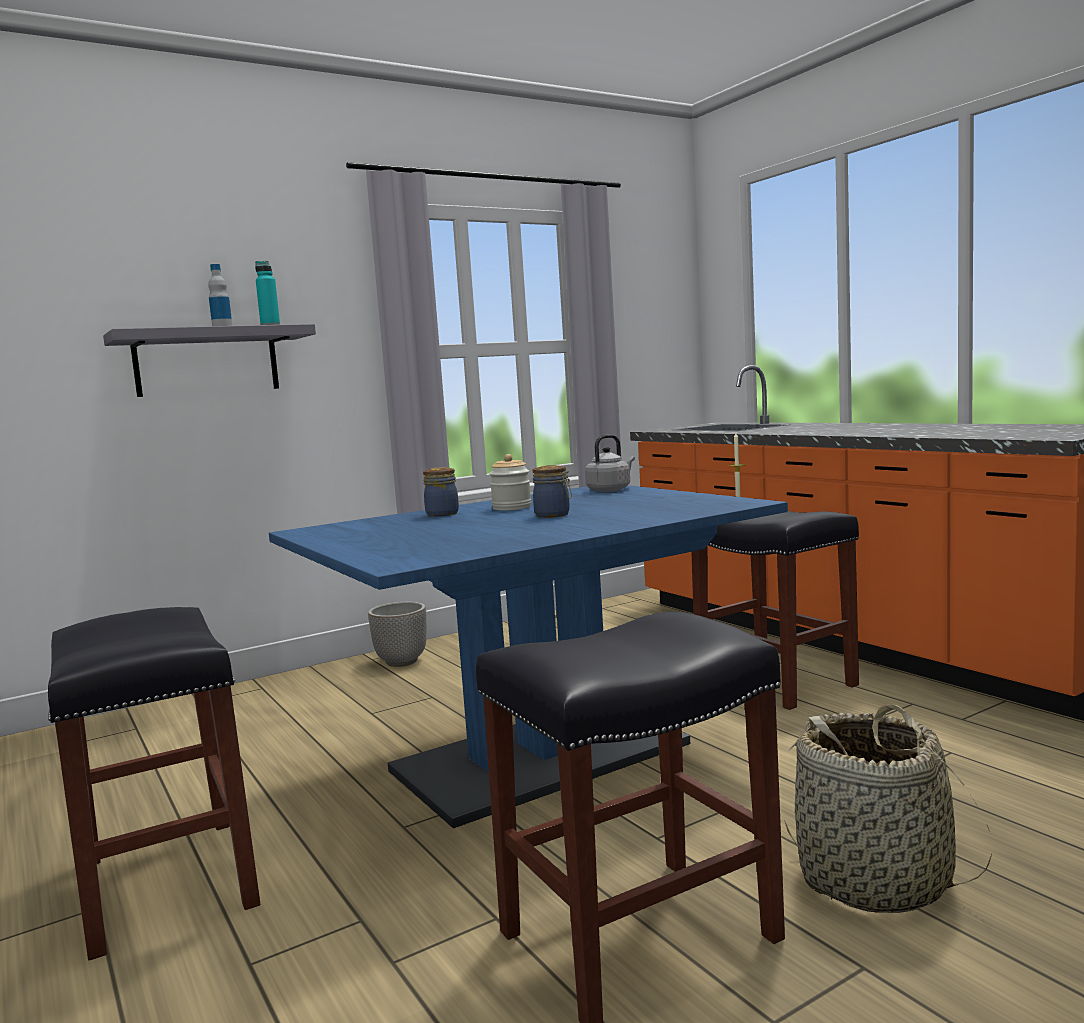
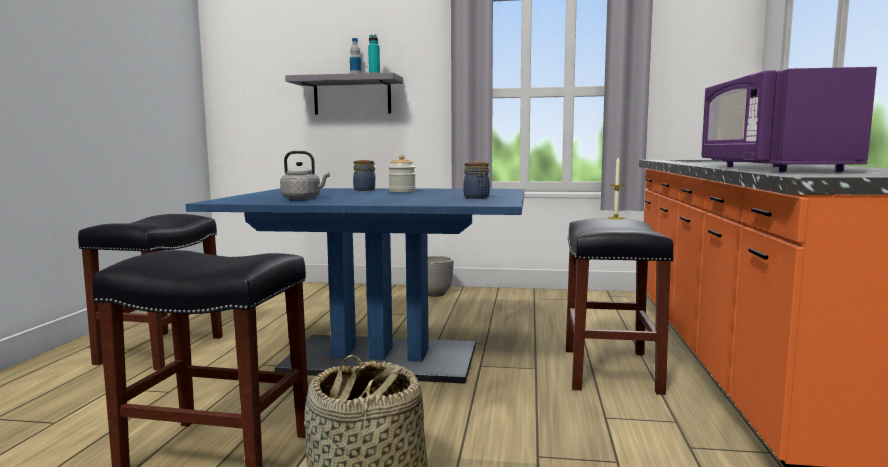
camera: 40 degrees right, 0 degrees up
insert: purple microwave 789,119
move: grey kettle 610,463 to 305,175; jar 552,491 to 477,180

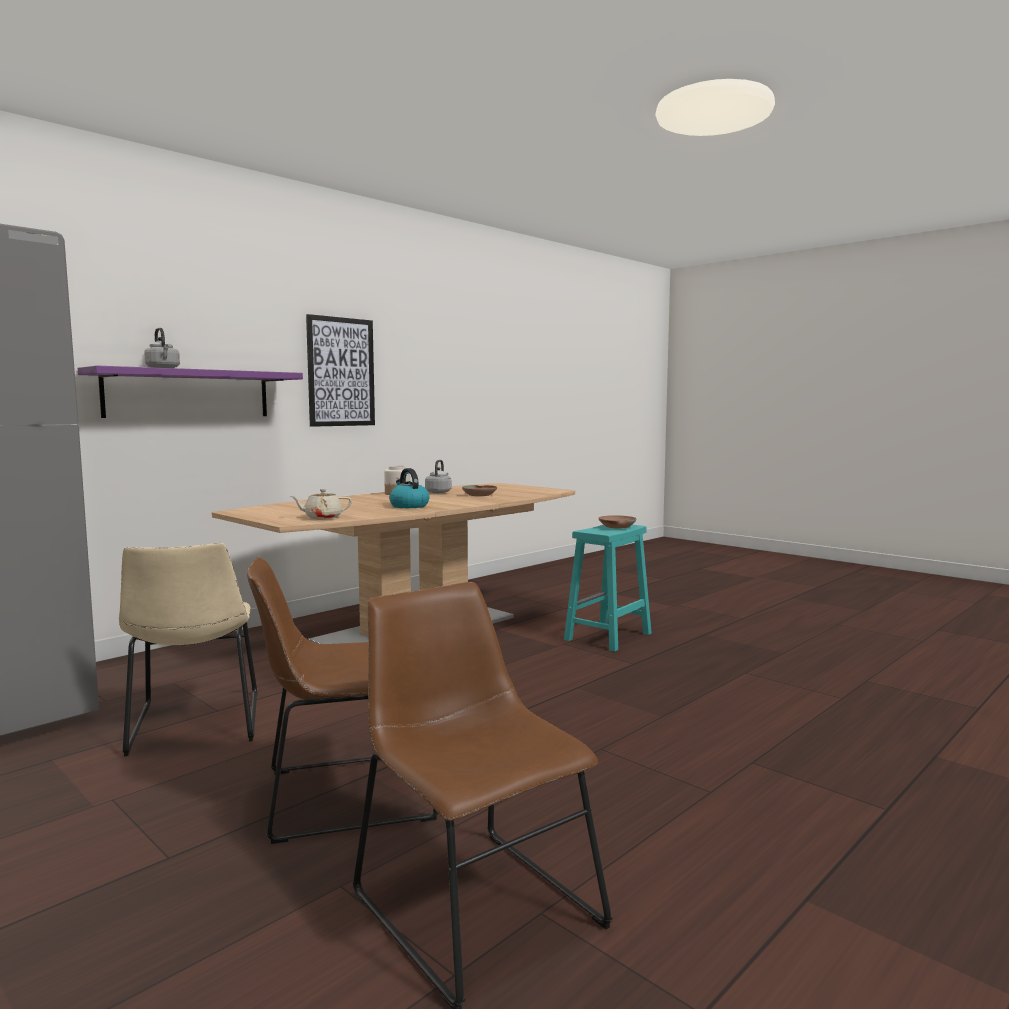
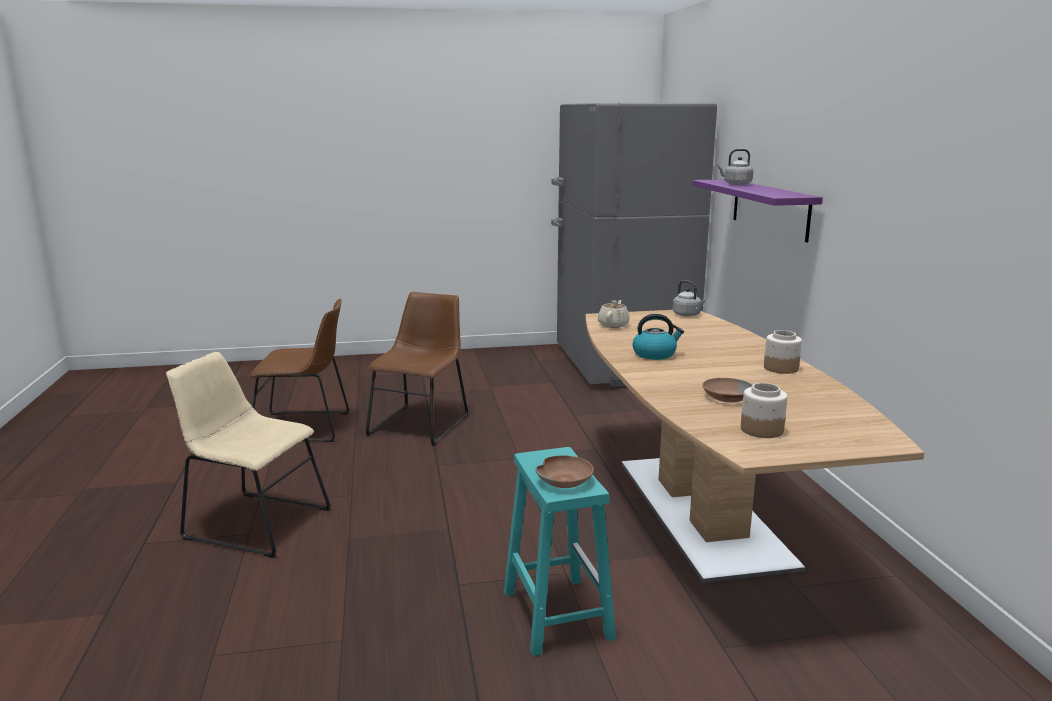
camera: 125 degrees right, 10 degrees up
delete: picture 340,370
insert: jar 764,410
move: grey kettle 438,476 to 689,298; beige chair 188,649 to 248,455

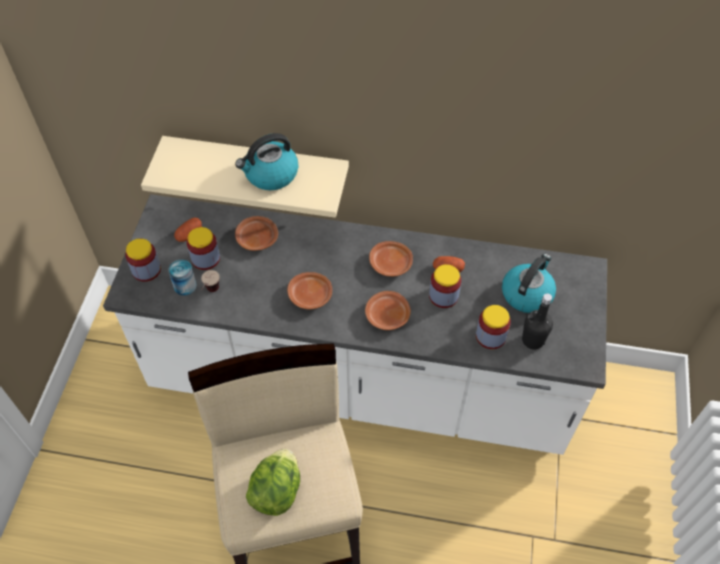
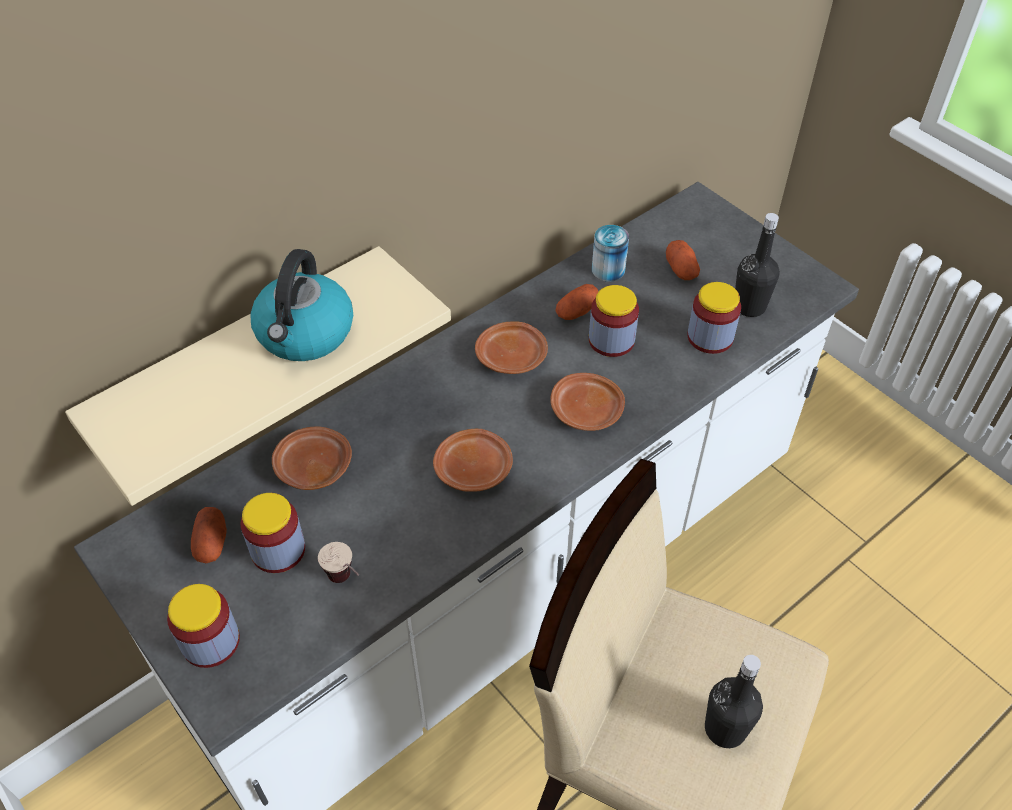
camera: 50 degrees left, 5 degrees down
move: can 182,278 to 610,253
replace: kettle 529,283 to potato 683,260; lettuce 273,482 to black bottle 734,701

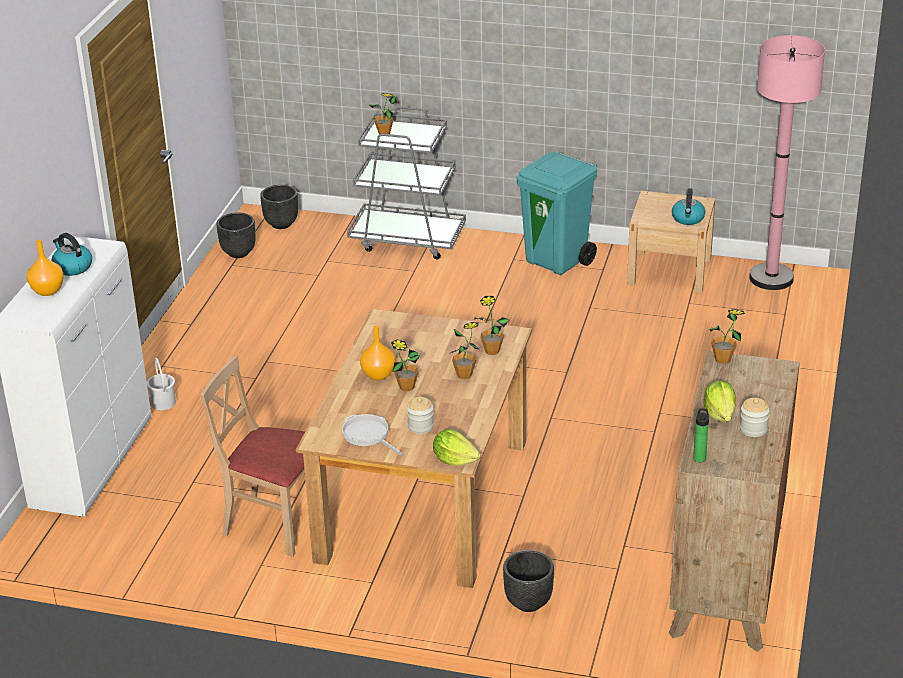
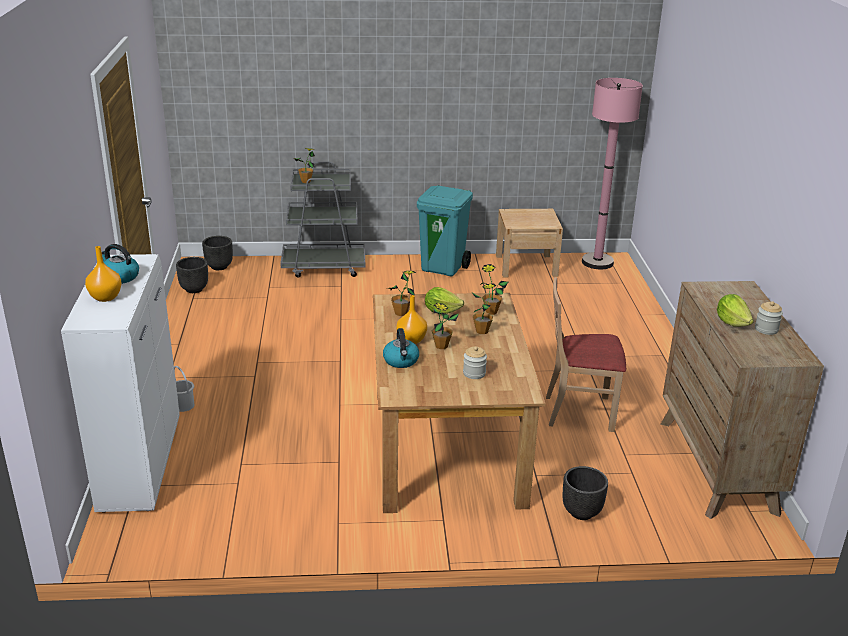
camera: 20 degrees left, 5 degrees down
delete: bottle 701,435; frying pan 372,434
move: kettle 689,206 to 401,348; potted plant 727,336 to 401,293; beige chair 252,456 to 586,354; lettuce 457,447 to 444,300

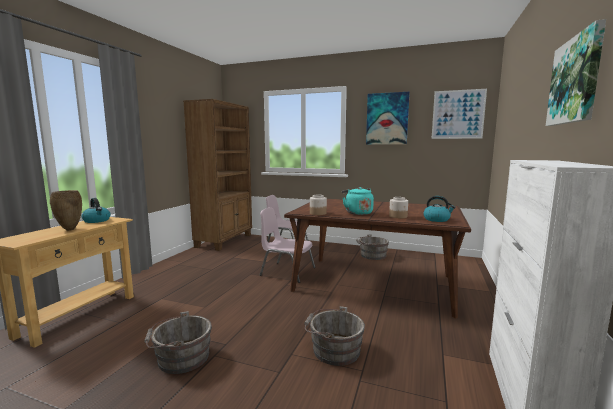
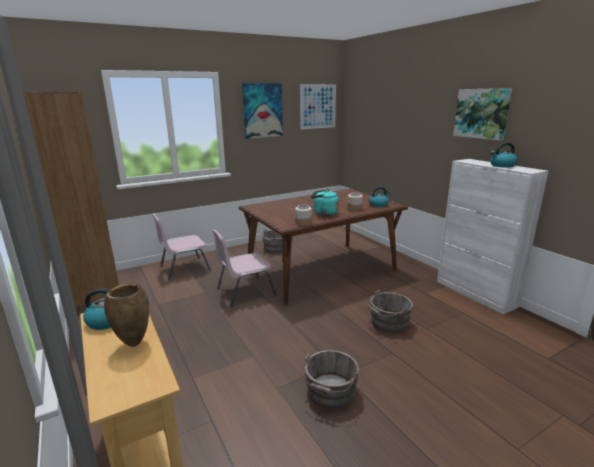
camera: 50 degrees left, 10 degrees up
insert: kettle 503,155

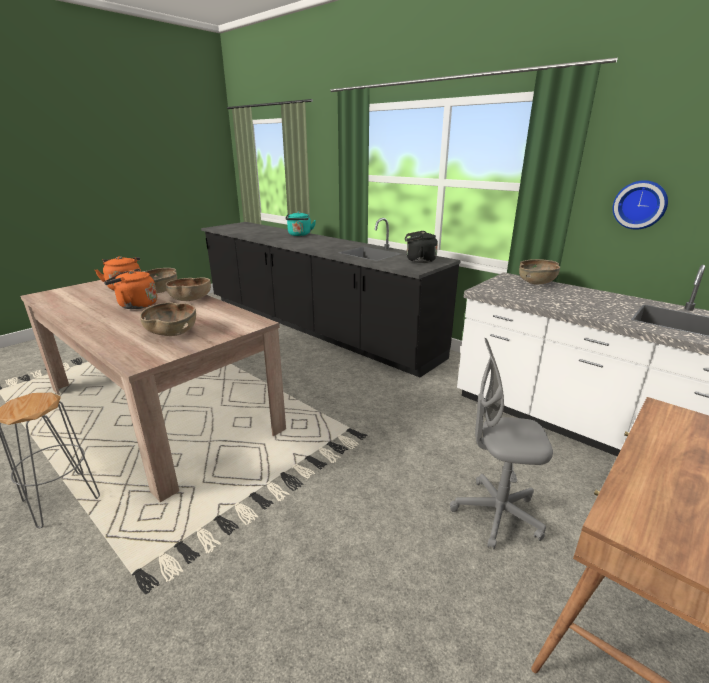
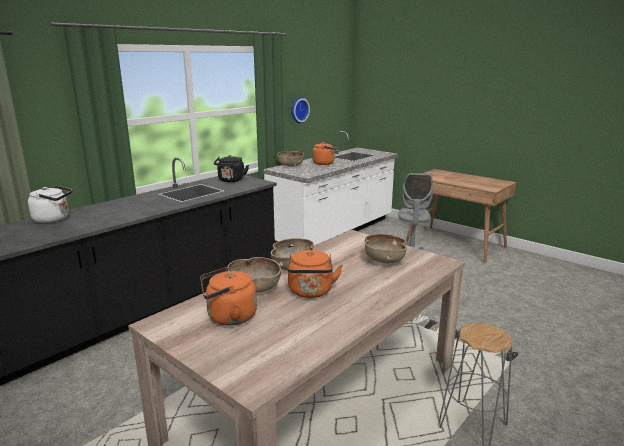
camera: 90 degrees left, 5 degrees down
insert: orange kettle 324,153
recolor: turquoise kettle 300,223 to white kettle 50,204

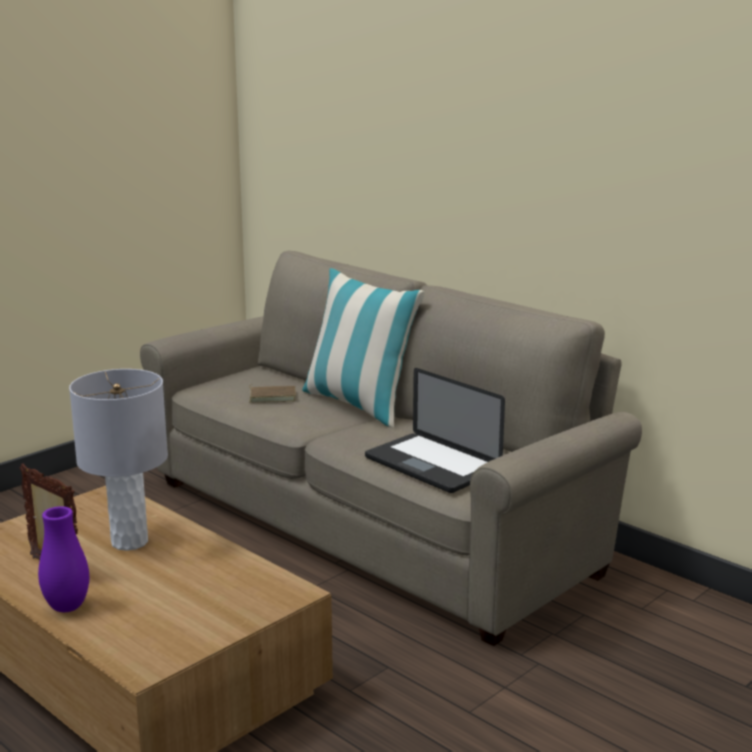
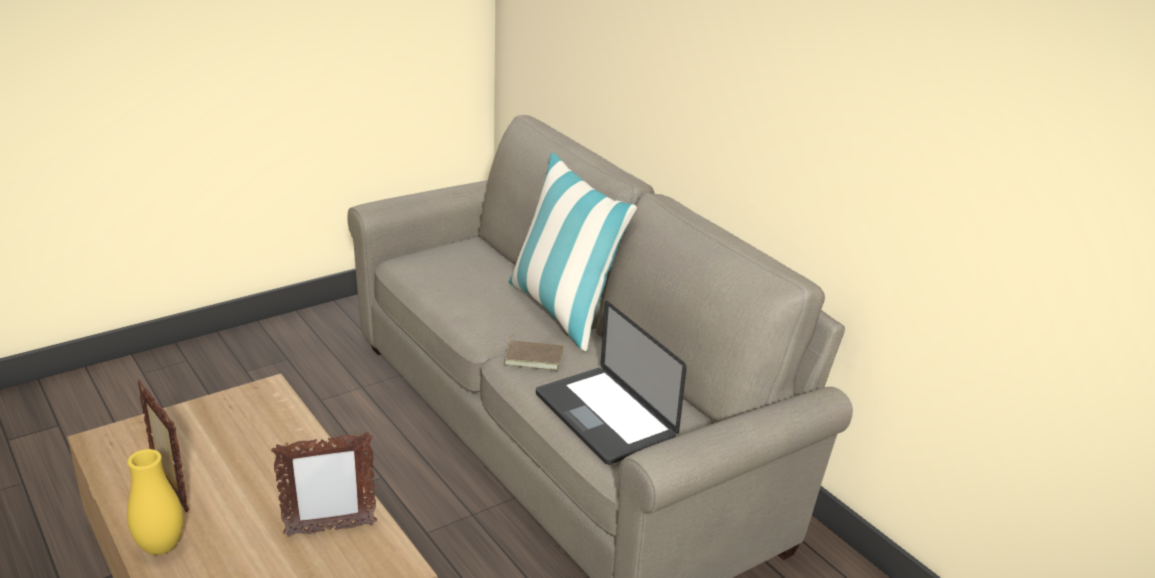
camera: 10 degrees right, 10 degrees up
delete: grey table lamp 118,460
insert: picture frame 324,484
move: brown book 272,393 to 533,352
recolor: purple vase 63,559 to yellow vase 155,502

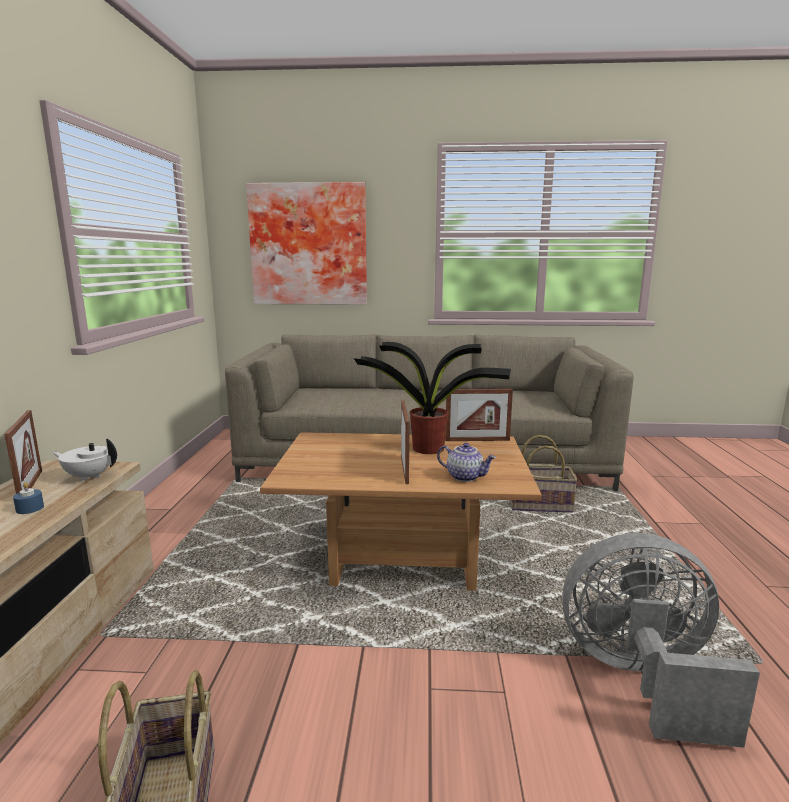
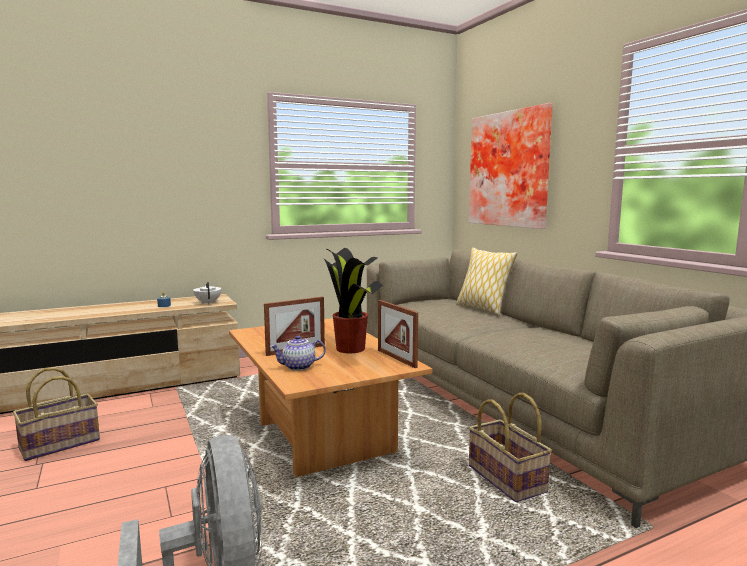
camera: 60 degrees right, 5 degrees down
delete: picture frame 23,452
insert: pillow 486,282
rotate: teapot 466,462 = 298,353 75 degrees clockwise

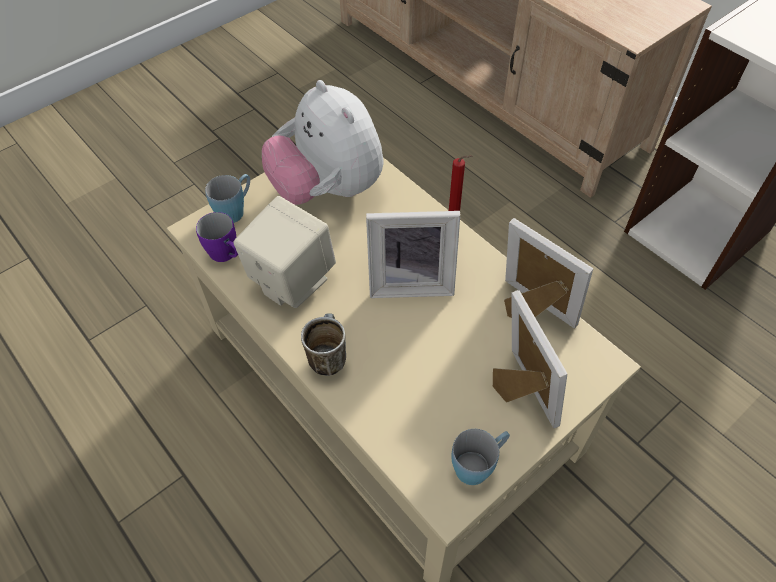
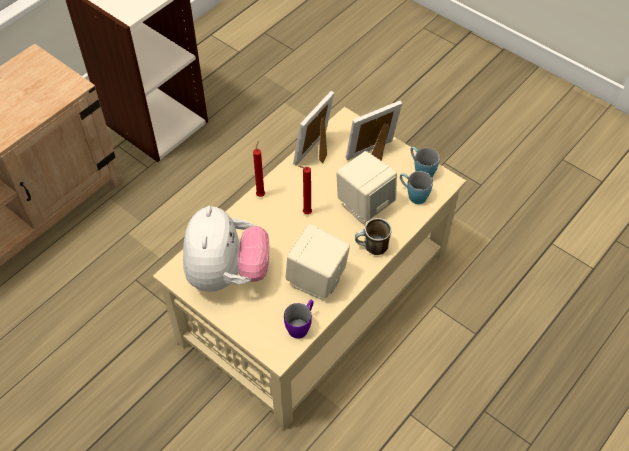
camera: 100 degrees left, 0 degrees up
insert: beige speaker 366,187
move: blue mug 227,198 to 416,187
replace: picture frame 413,254 to red candle 305,190
rotate: plush toy 322,142 = 226,249 45 degrees counterclockwise

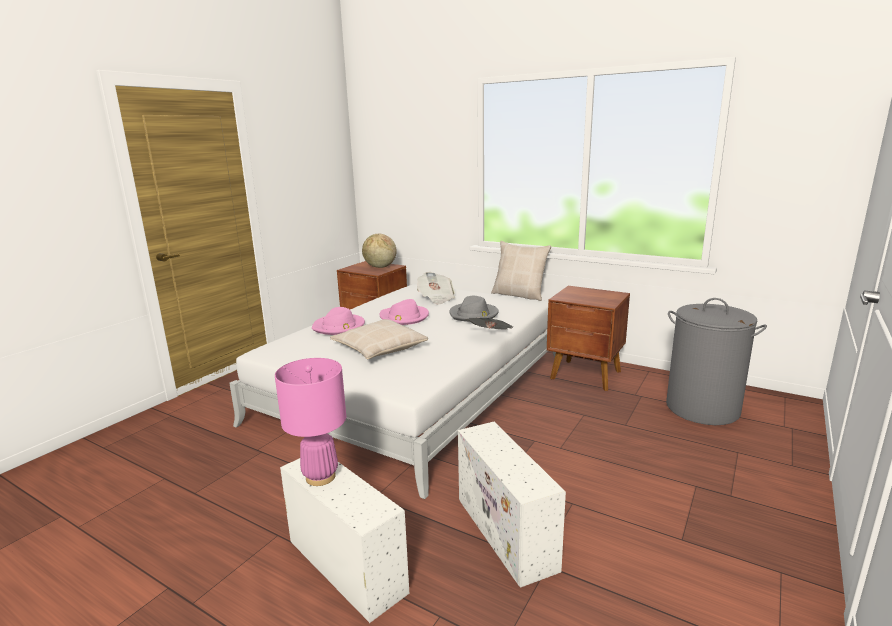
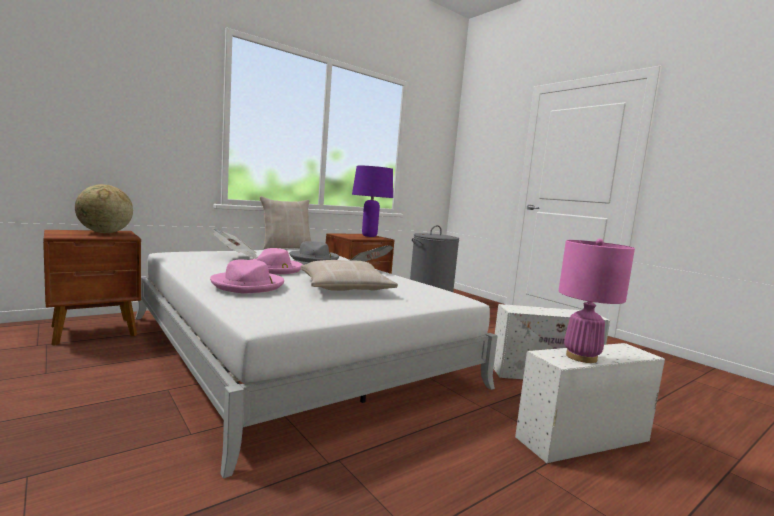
camera: 70 degrees left, 10 degrees down
insert: purple table lamp 372,201

